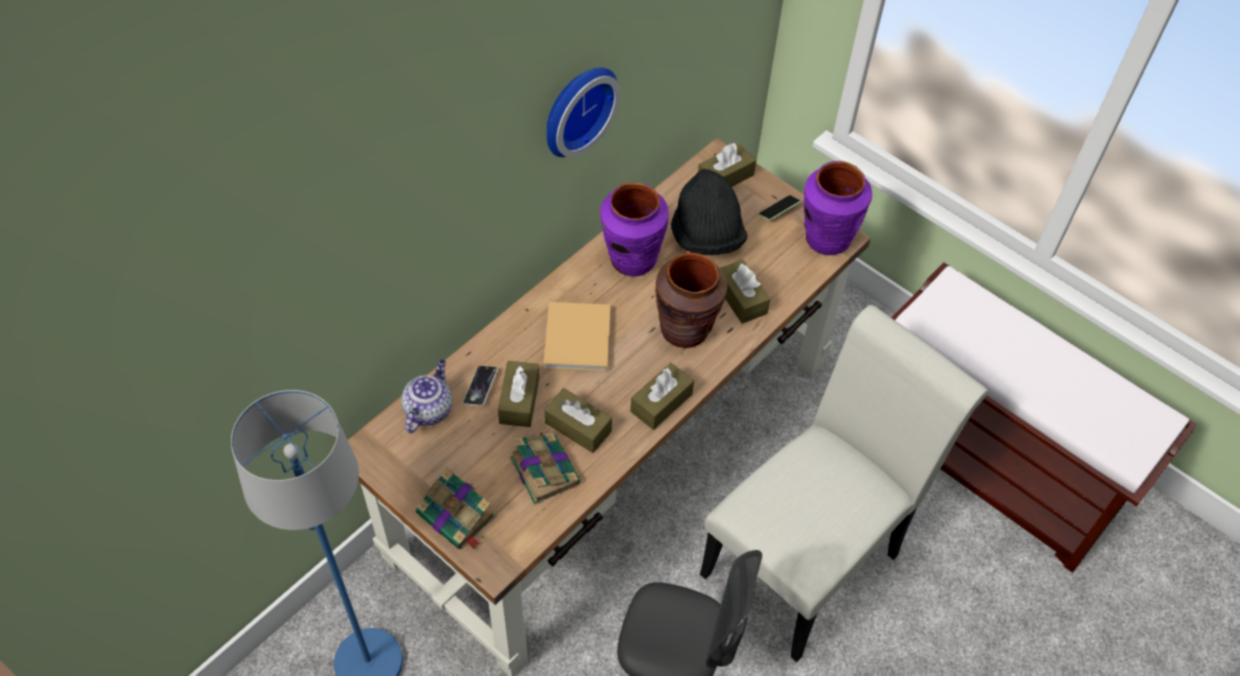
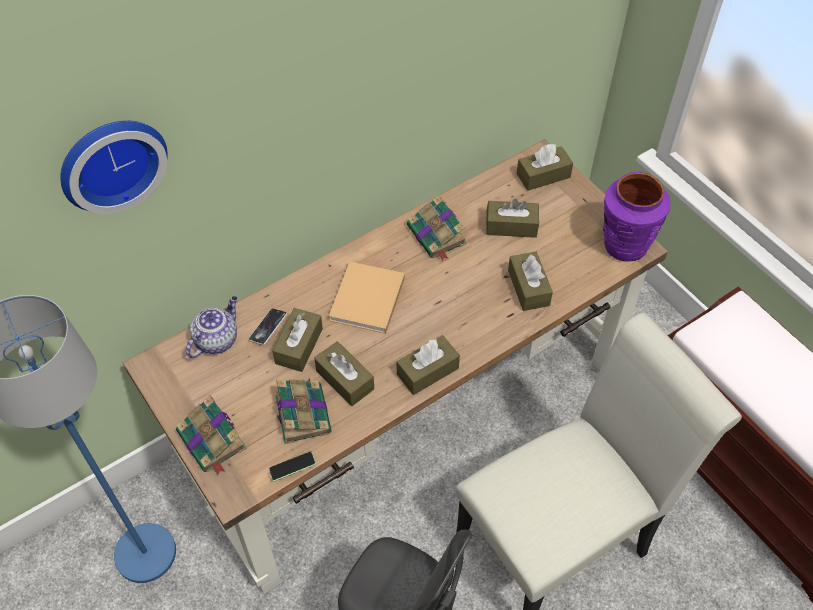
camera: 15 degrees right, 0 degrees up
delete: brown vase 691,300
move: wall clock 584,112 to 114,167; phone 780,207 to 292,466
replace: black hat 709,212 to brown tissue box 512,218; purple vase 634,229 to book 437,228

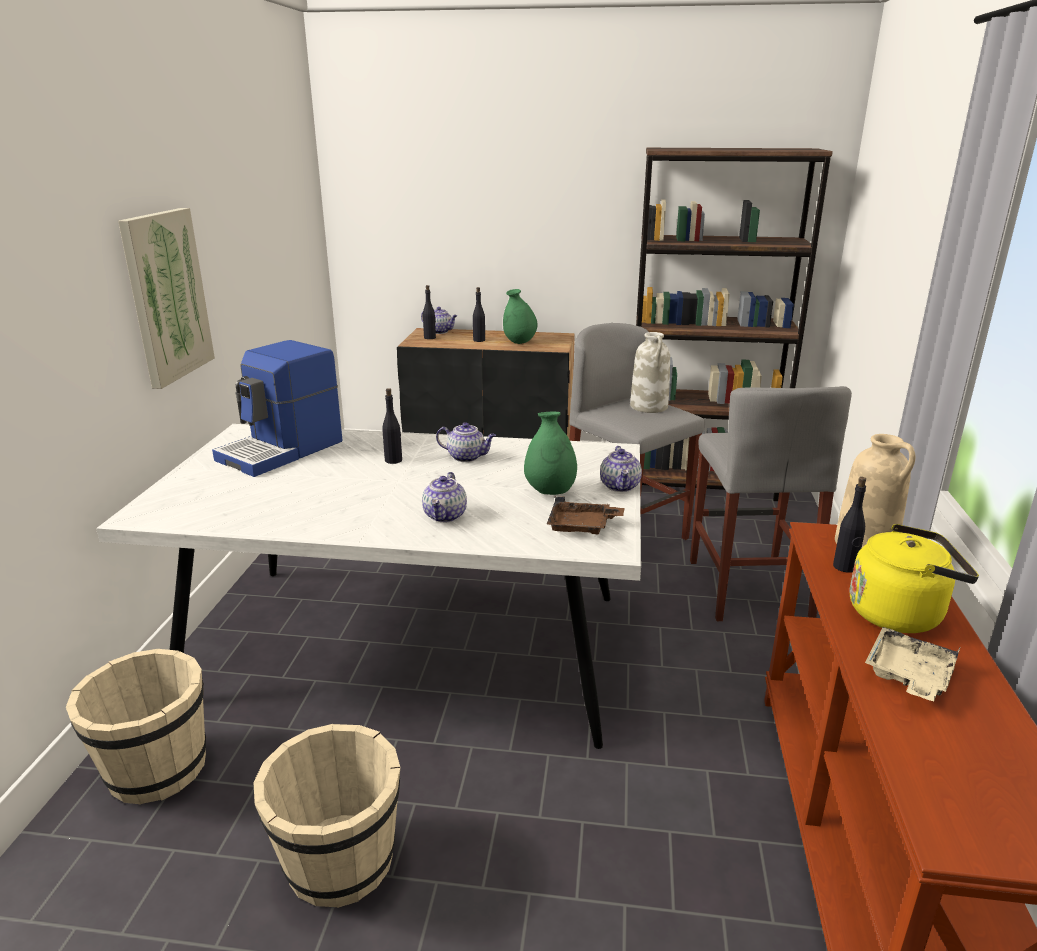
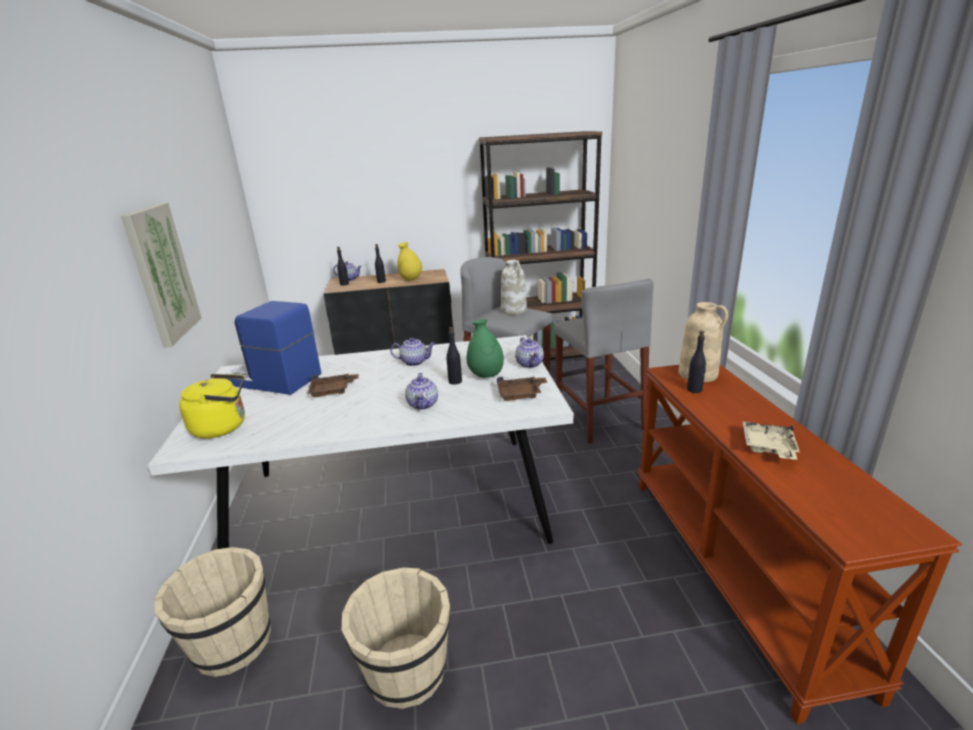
camera: 15 degrees left, 0 degrees up
insert: brown tray 333,385
move: black bottle 392,426 to 454,356; yellow kettle 914,578 to 212,406
recolor: green vase 520,316 to yellow vase 409,261
rotate: coffee machine 277,408 = 274,348 90 degrees clockwise

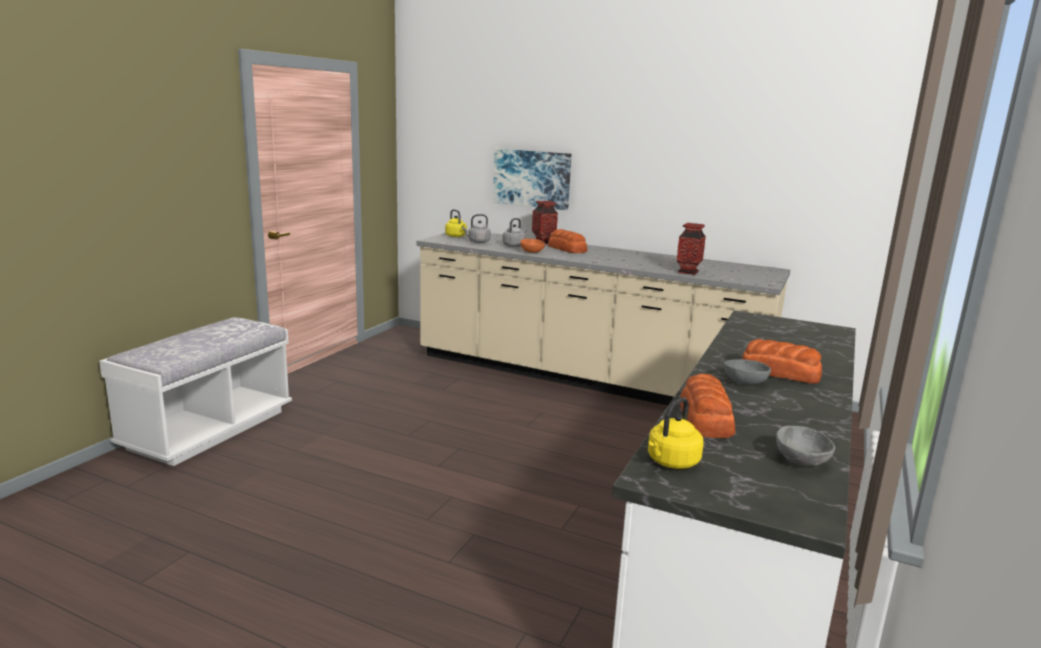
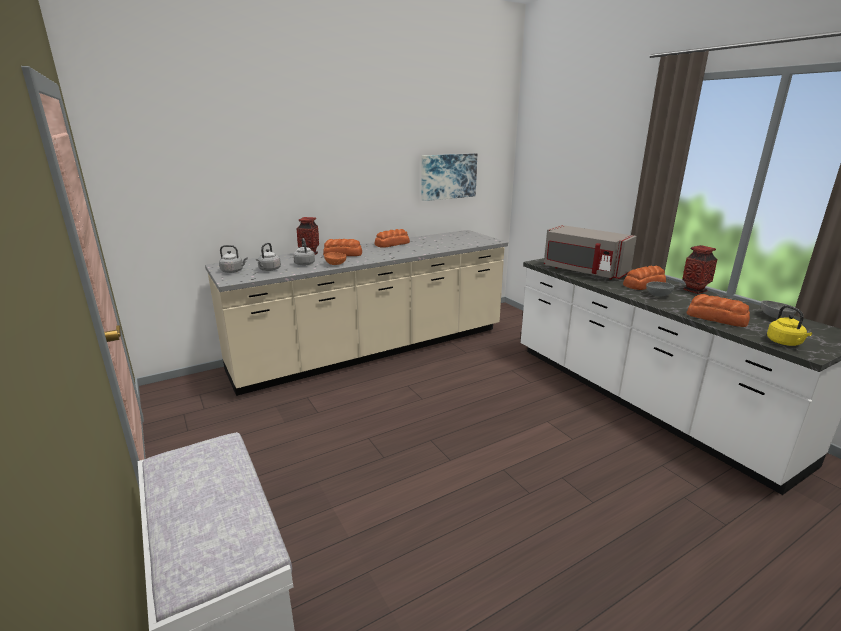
camera: 55 degrees left, 5 degrees up
insert: grey microwave 590,252; bread 392,238
move: picture 532,179 to 449,177; vase 691,249 to 699,269
recolor: yellow kettle 456,223 to grey kettle 233,259

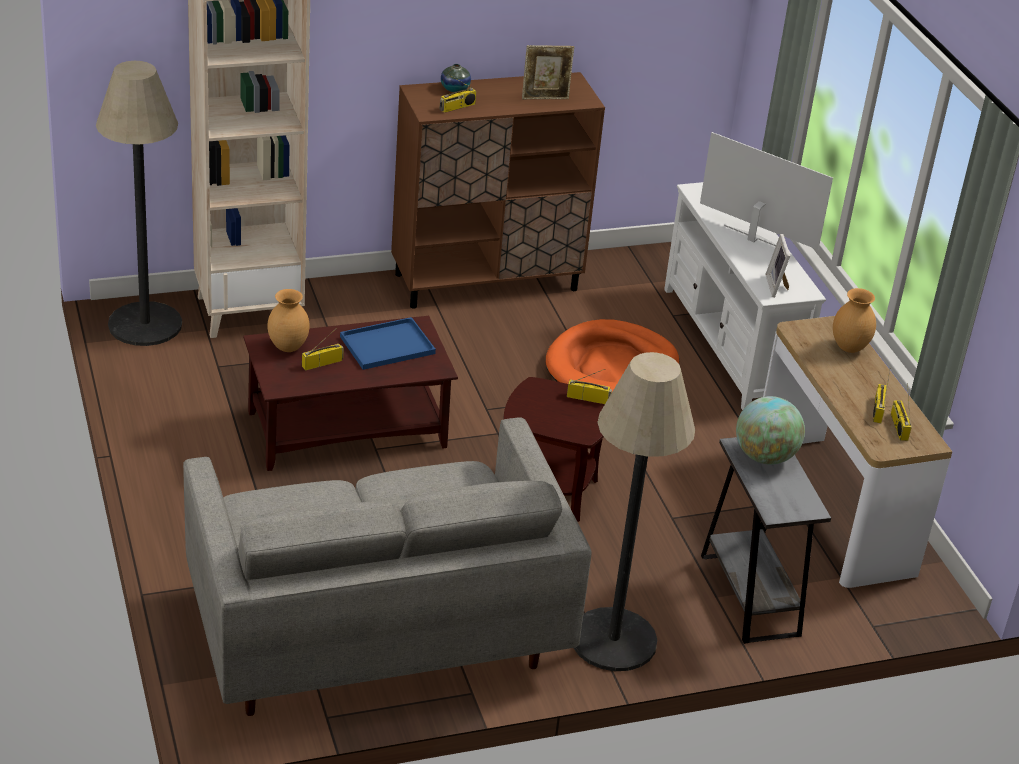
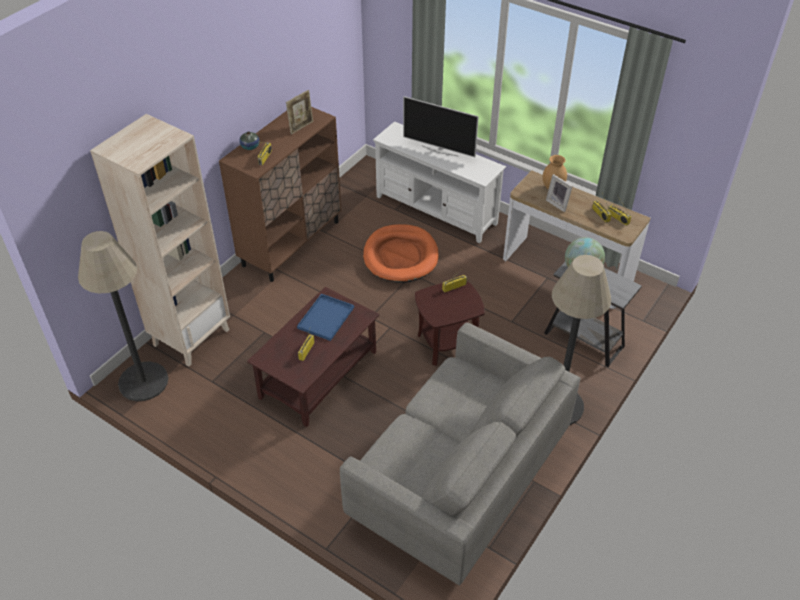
camera: 35 degrees left, 10 degrees up
delete: brown vase 289,320
move: picture frame 777,265 to 559,193
rotate: television 766,191 = 441,126 150 degrees counterclockwise

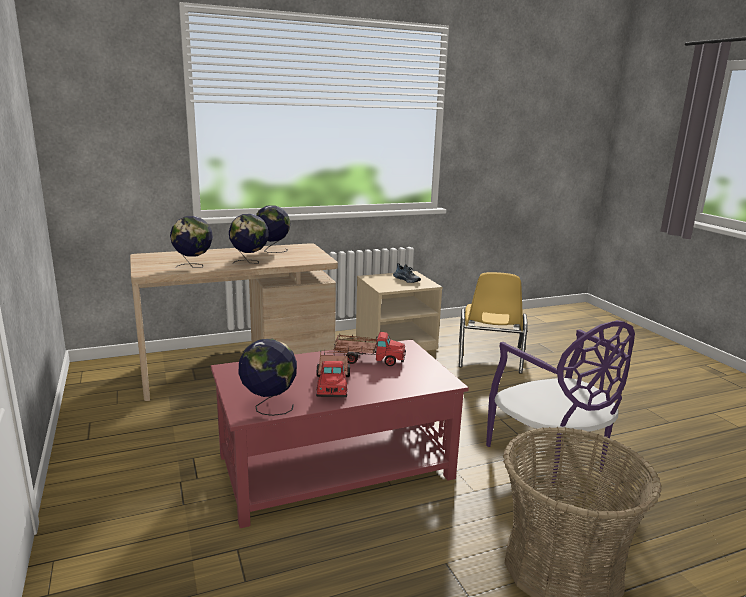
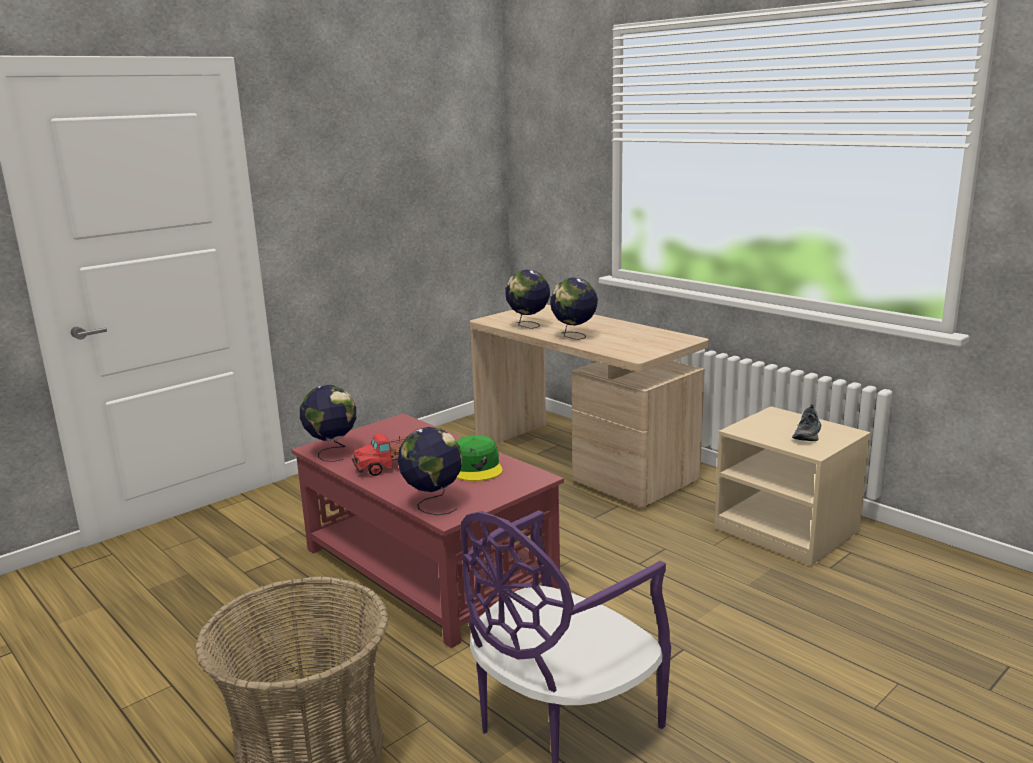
camera: 70 degrees right, 0 degrees up
delete: yellow chair 493,323
move: globe 273,229 to 430,471
replace: toy truck 369,349 to green cap 479,458

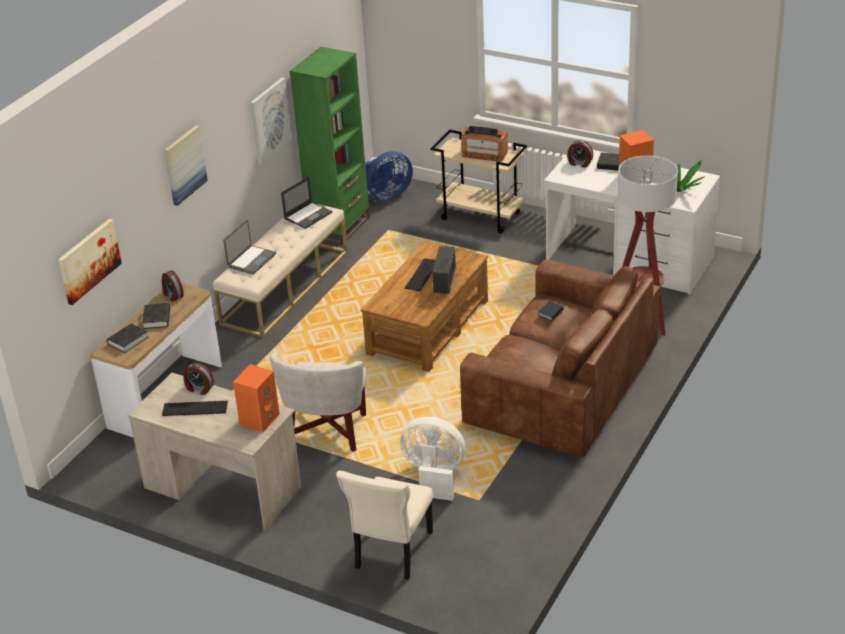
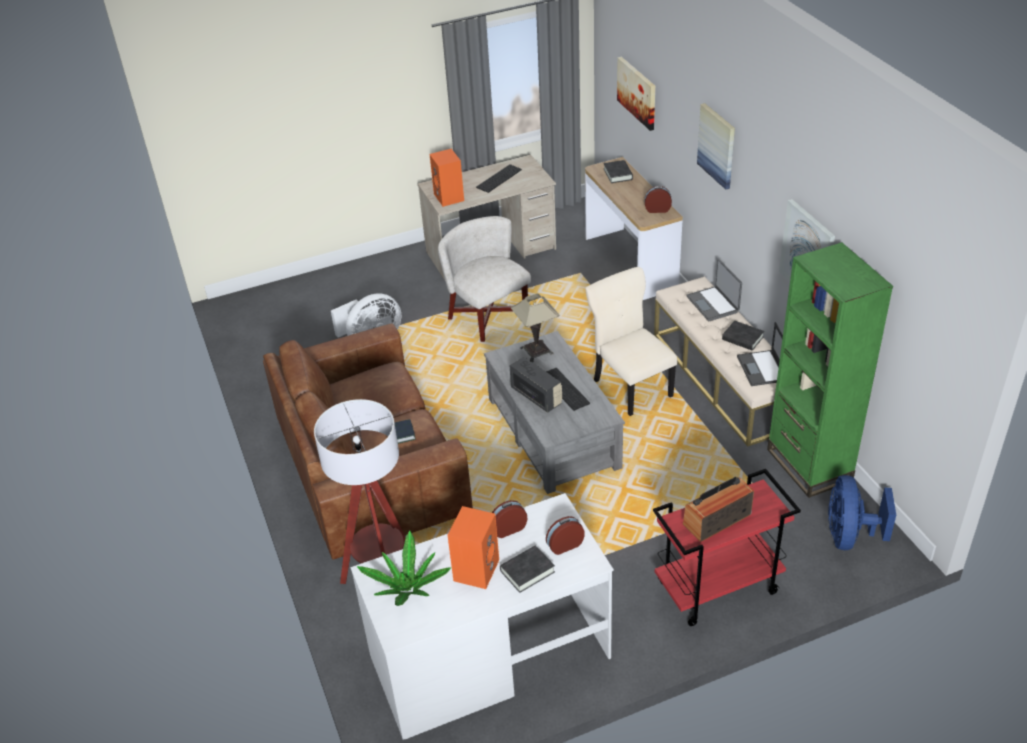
camera: 130 degrees right, 5 degrees up
insert: table lamp 535,327
move: black book 156,316 to 743,335; alarm clock 198,378 to 509,519; beige chair 384,525 to 631,341
recolor: beige cart 478,181 to red cart 727,547; brown coffee table 424,306 to grey coffee table 554,412

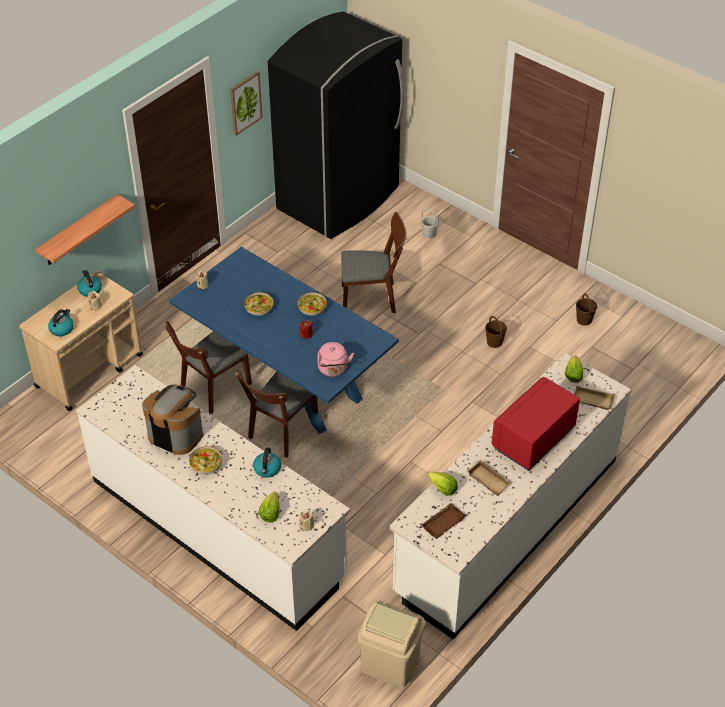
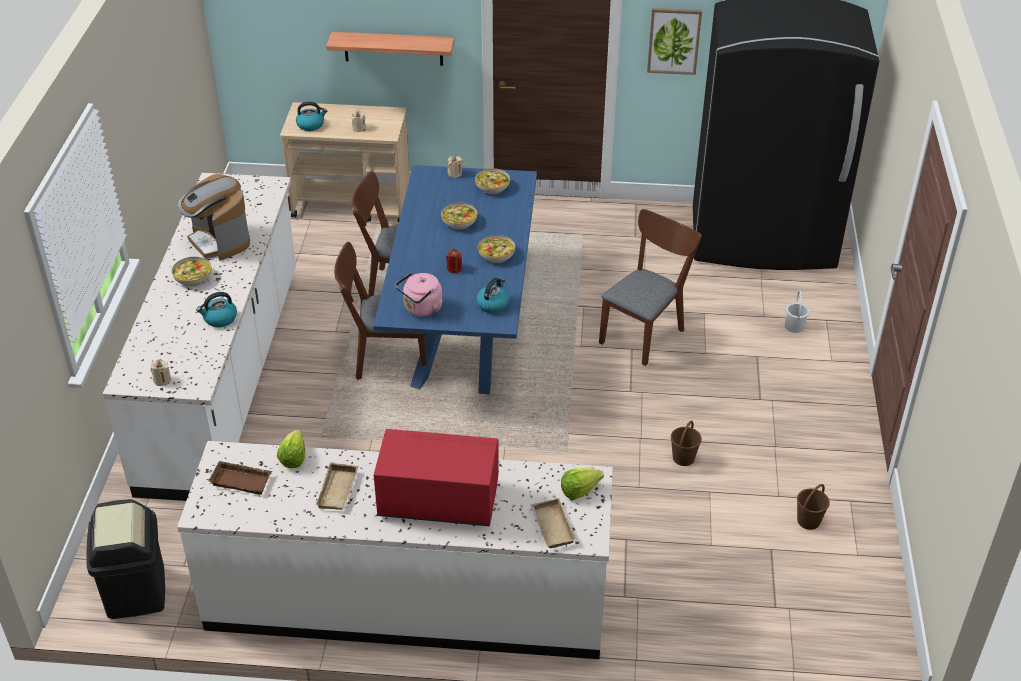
camera: 55 degrees right, 5 degrees down
delete: lettuce 269,507
insert: bowl 492,181
move: kettle 89,283 to 492,295
recolor: beige trash can 392,644 to black trash can 126,559
rotate: brown chair 374,262 = 650,287 105 degrees counterclockwise; coffee machine 172,419 = 214,217 150 degrees clockwise

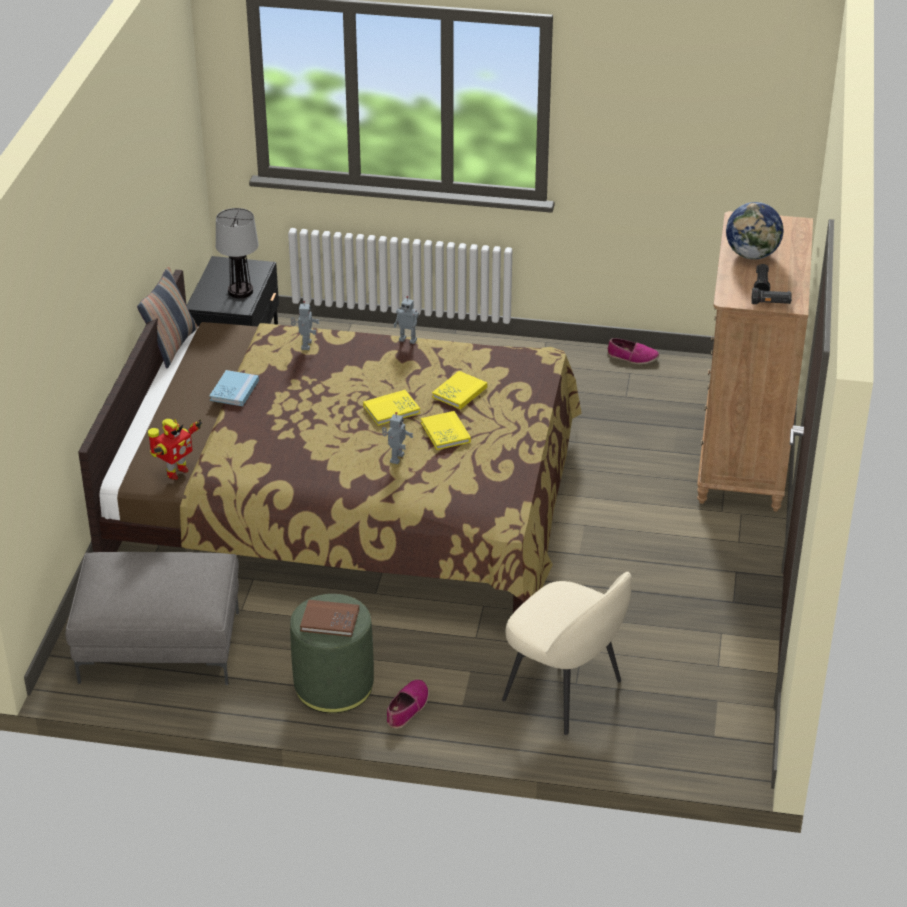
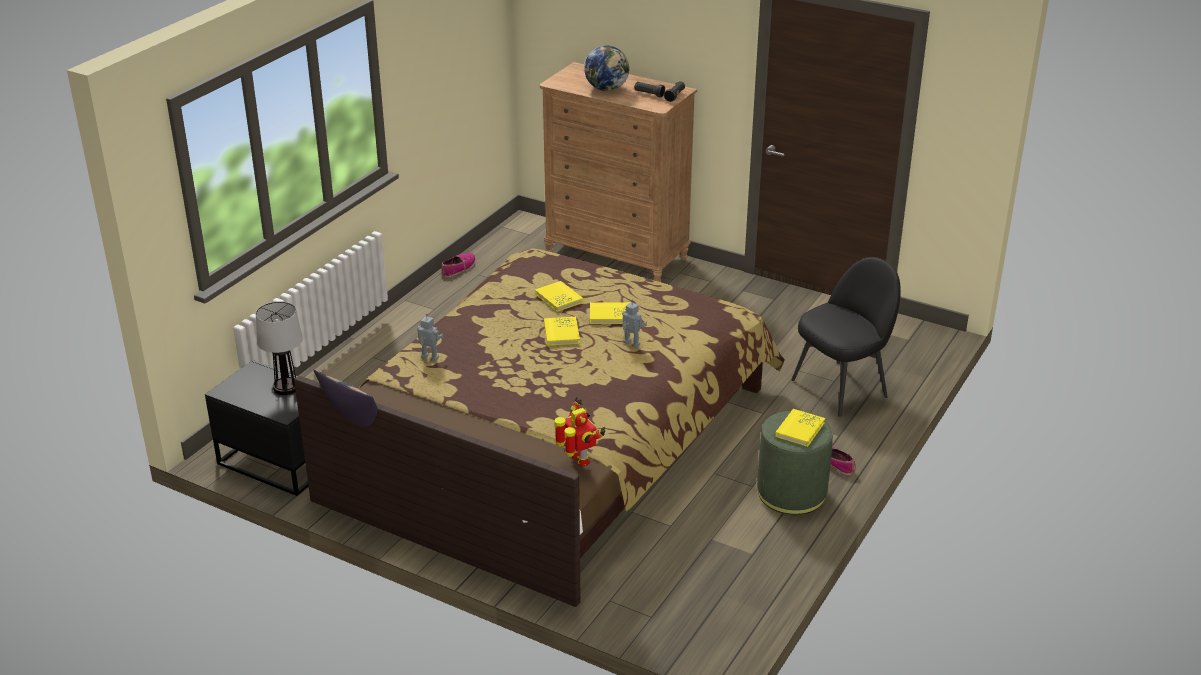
camera: 70 degrees left, 5 degrees down
delete: toy robot 406,320; blue book 234,388; grey ottoman 152,618
recolor: beige chair 567,653 to black chair 846,337; brown book 329,618 to yellow book 800,428

